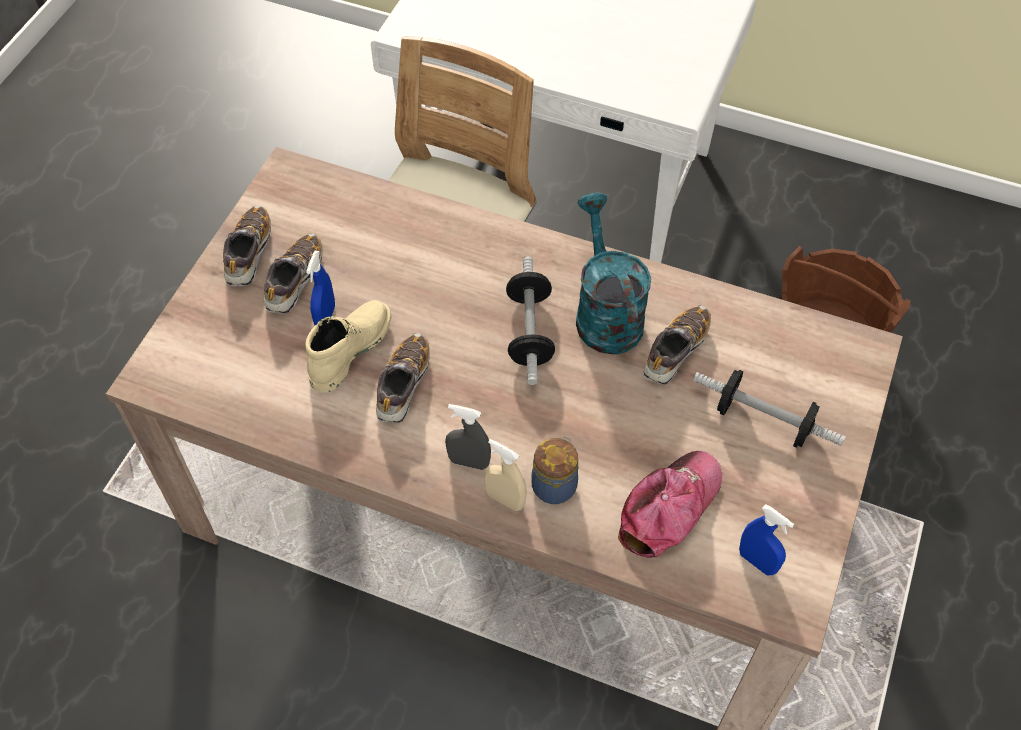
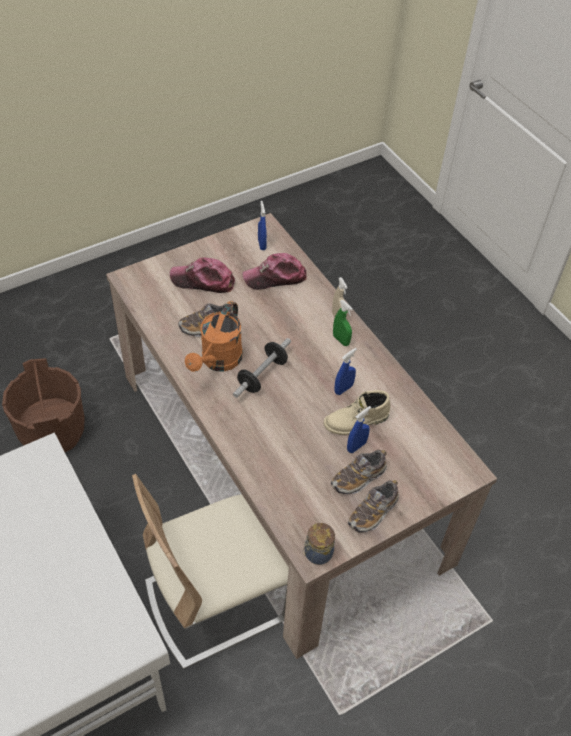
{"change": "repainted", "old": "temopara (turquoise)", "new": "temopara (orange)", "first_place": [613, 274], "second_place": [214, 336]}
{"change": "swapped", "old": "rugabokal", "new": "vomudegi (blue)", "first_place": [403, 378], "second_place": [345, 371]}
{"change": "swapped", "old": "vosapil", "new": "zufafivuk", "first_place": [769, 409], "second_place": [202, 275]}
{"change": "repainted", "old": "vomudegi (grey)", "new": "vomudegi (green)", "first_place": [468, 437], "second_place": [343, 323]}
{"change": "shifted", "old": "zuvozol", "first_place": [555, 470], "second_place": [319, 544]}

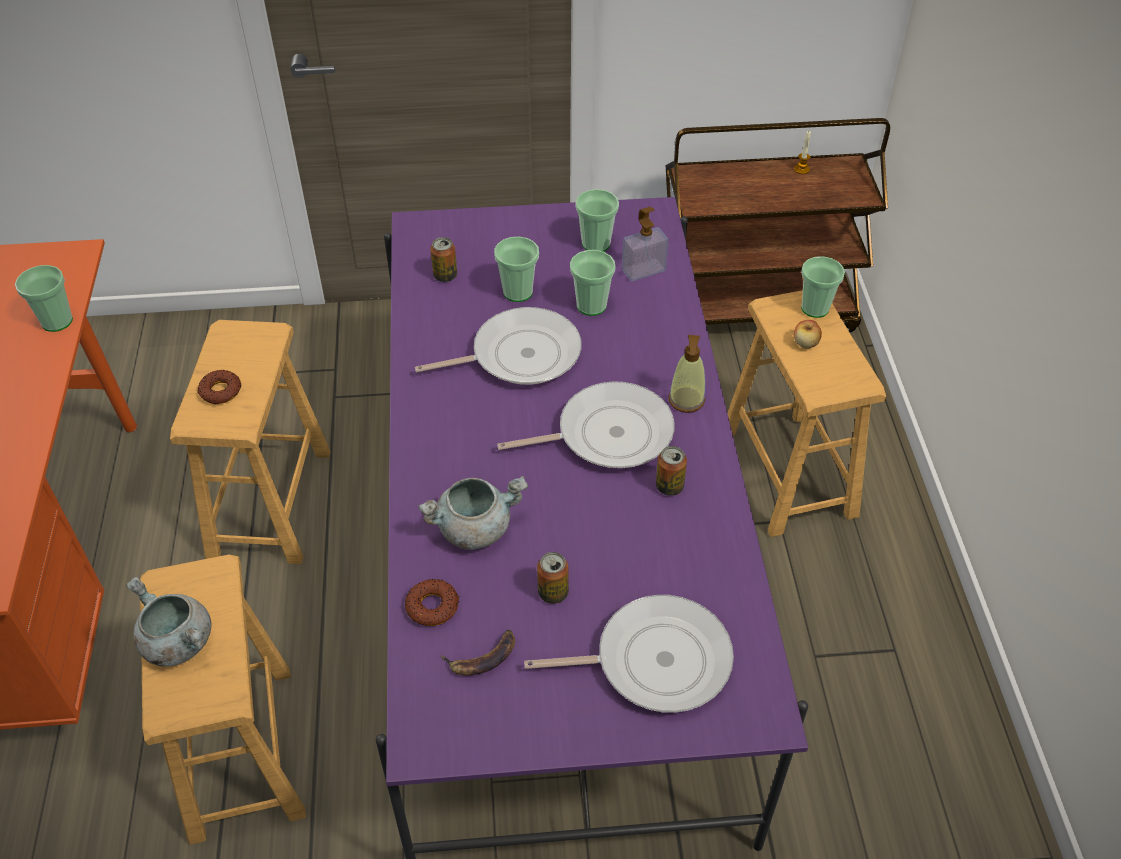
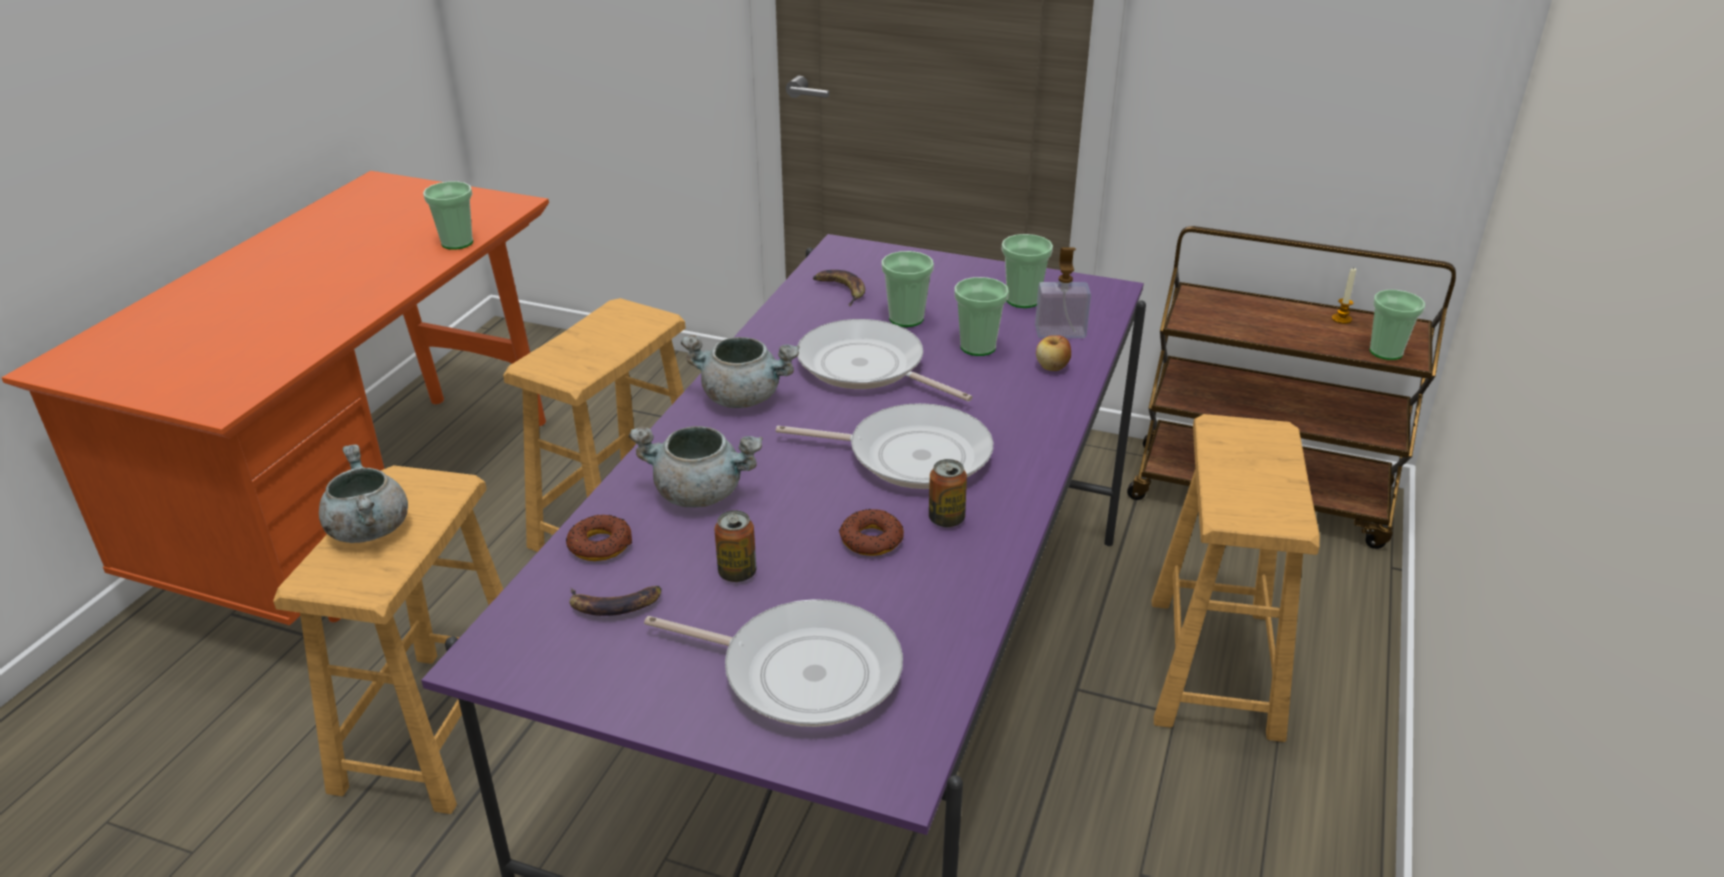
{"change": "swapped", "old": "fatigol", "new": "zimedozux", "first_place": [443, 259], "second_place": [839, 288]}
{"change": "shifted", "old": "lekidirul", "first_place": [823, 287], "second_place": [1397, 325]}
{"change": "rotated", "old": "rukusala", "first_place": [498, 346], "second_place": [884, 360], "degrees": -150}
{"change": "shifted", "old": "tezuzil", "first_place": [808, 334], "second_place": [1053, 353]}
{"change": "gone", "old": "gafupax", "first_place": [686, 374]}
{"change": "shifted", "old": "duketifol", "first_place": [219, 387], "second_place": [871, 532]}
{"change": "new", "new": "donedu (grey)", "second_place": [740, 371]}

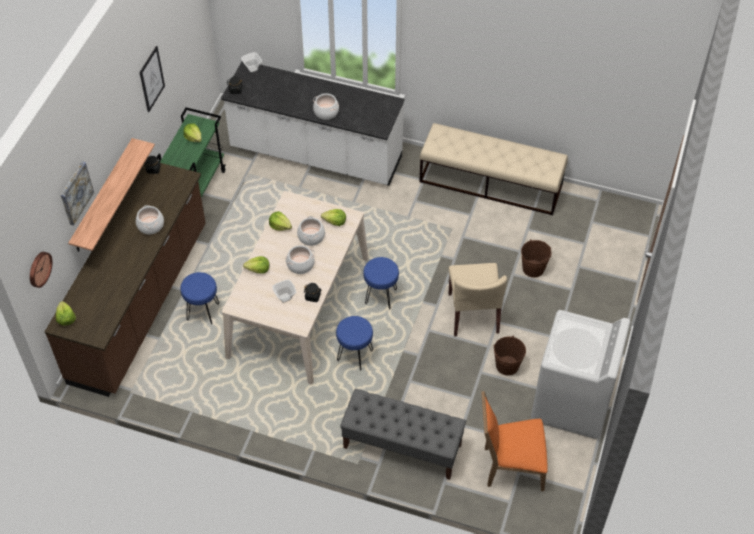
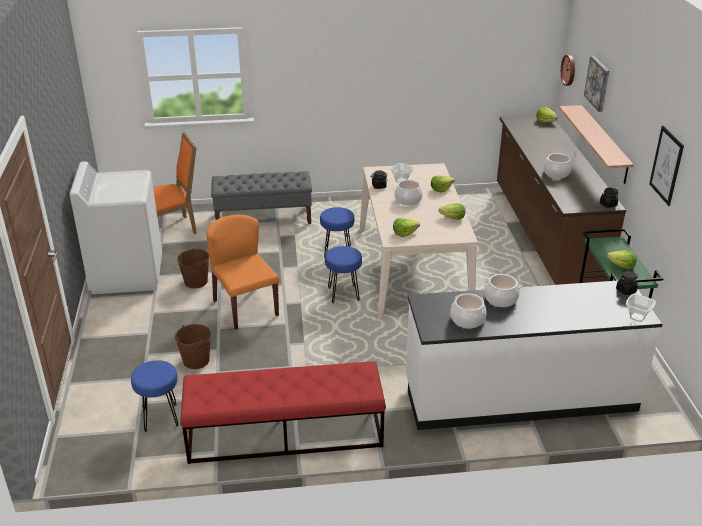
{"change": "repainted", "old": "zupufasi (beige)", "new": "zupufasi (red)", "first_place": [493, 169], "second_place": [283, 412]}
{"change": "shifted", "old": "donedu", "first_place": [311, 231], "second_place": [468, 310]}
{"change": "repainted", "old": "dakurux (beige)", "new": "dakurux (orange)", "first_place": [478, 299], "second_place": [242, 272]}
{"change": "shifted", "old": "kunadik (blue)", "first_place": [199, 298], "second_place": [155, 396]}

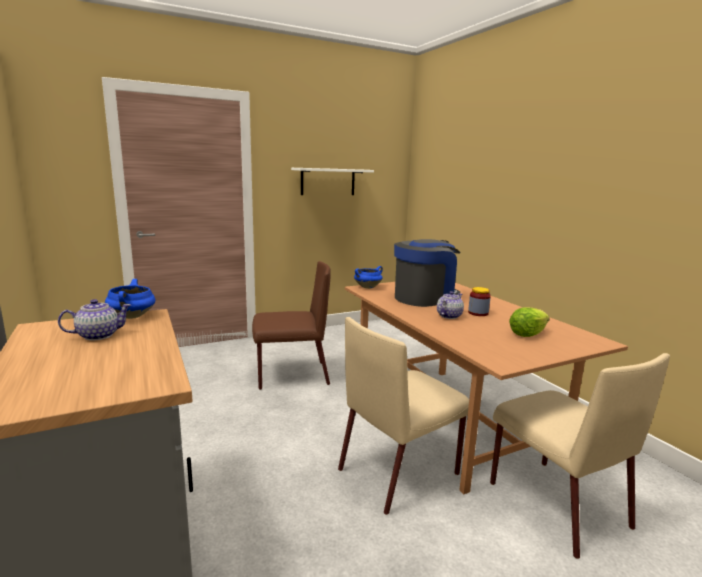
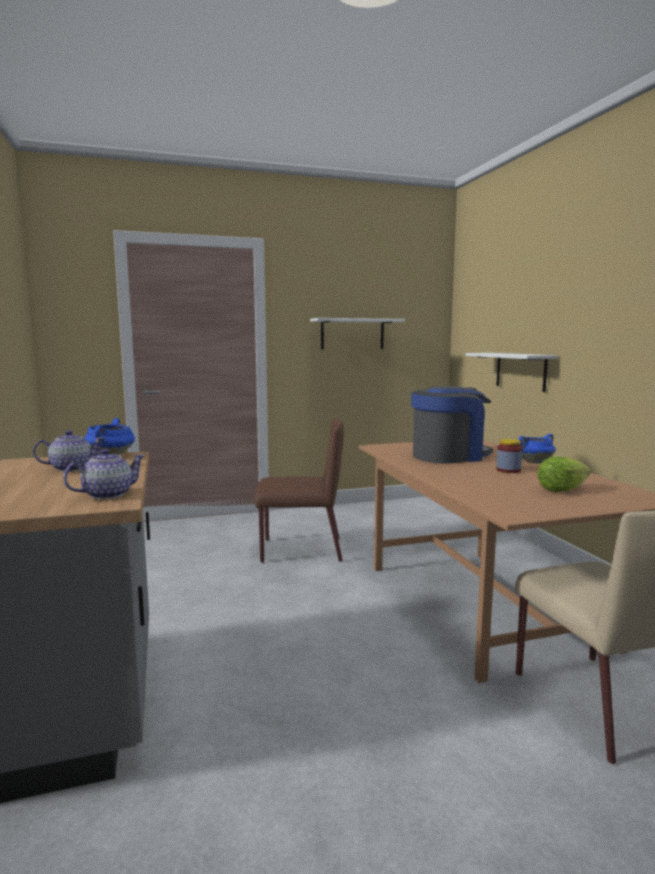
{"change": "shifted", "old": "donedu (blue)", "first_place": [368, 277], "second_place": [537, 449]}
{"change": "shifted", "old": "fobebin", "first_place": [450, 305], "second_place": [104, 474]}
{"change": "gone", "old": "dakurux (beige)", "first_place": [403, 416]}
{"change": "new", "new": "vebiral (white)", "second_place": [512, 372]}

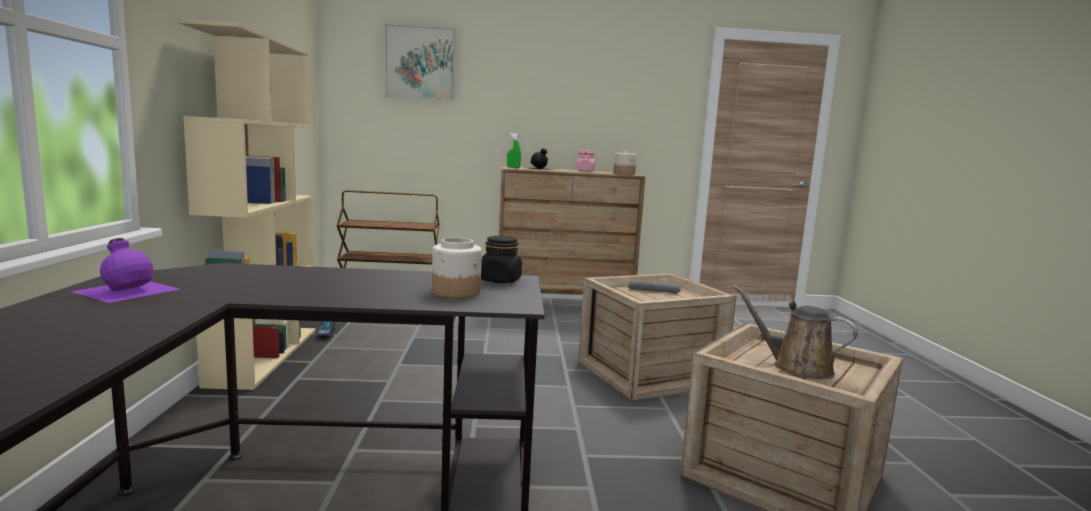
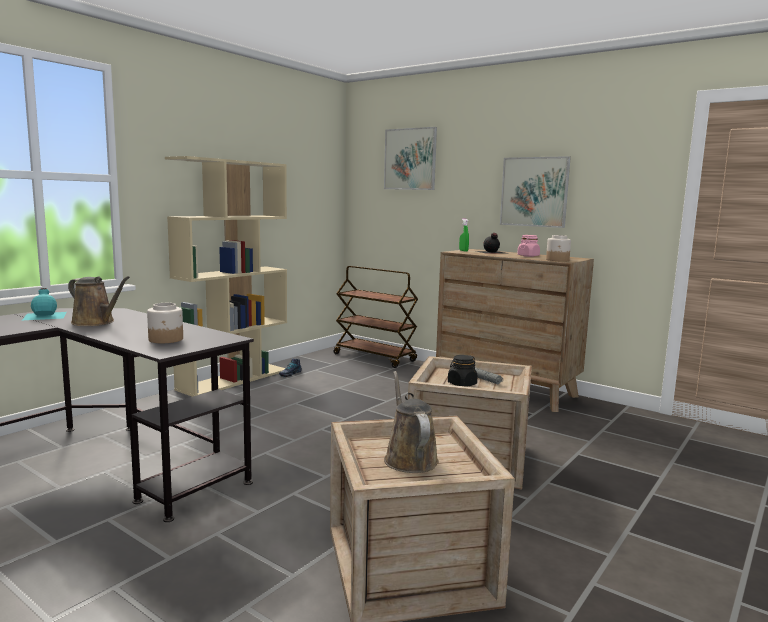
{"change": "shifted", "old": "zuvozol (black)", "first_place": [501, 259], "second_place": [463, 371]}
{"change": "repainted", "old": "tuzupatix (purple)", "new": "tuzupatix (turquoise)", "first_place": [124, 270], "second_place": [45, 304]}
{"change": "new", "new": "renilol", "second_place": [535, 192]}
{"change": "new", "new": "temopara (brown)", "second_place": [99, 301]}

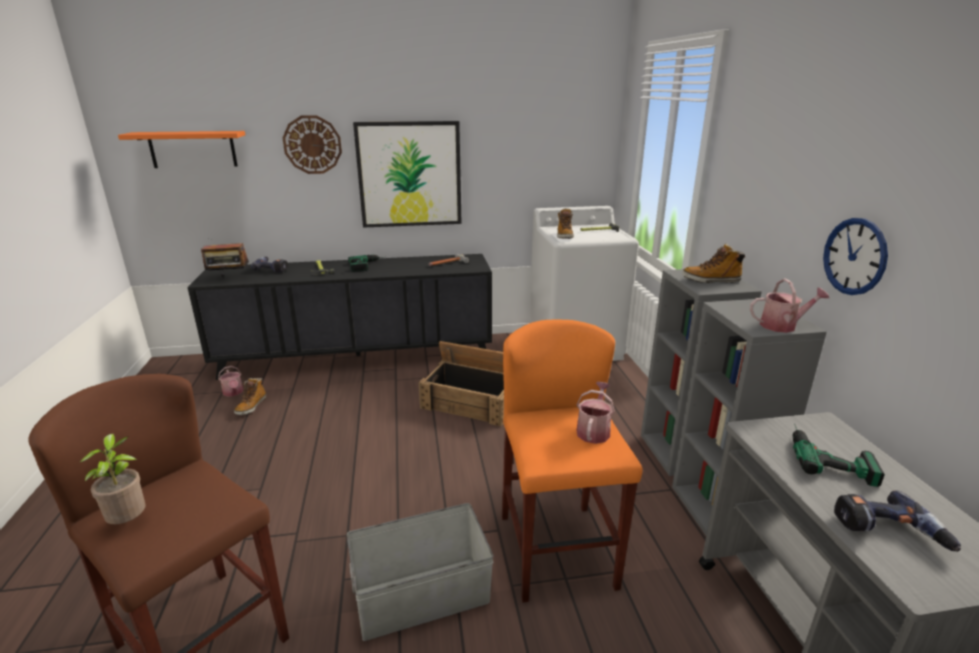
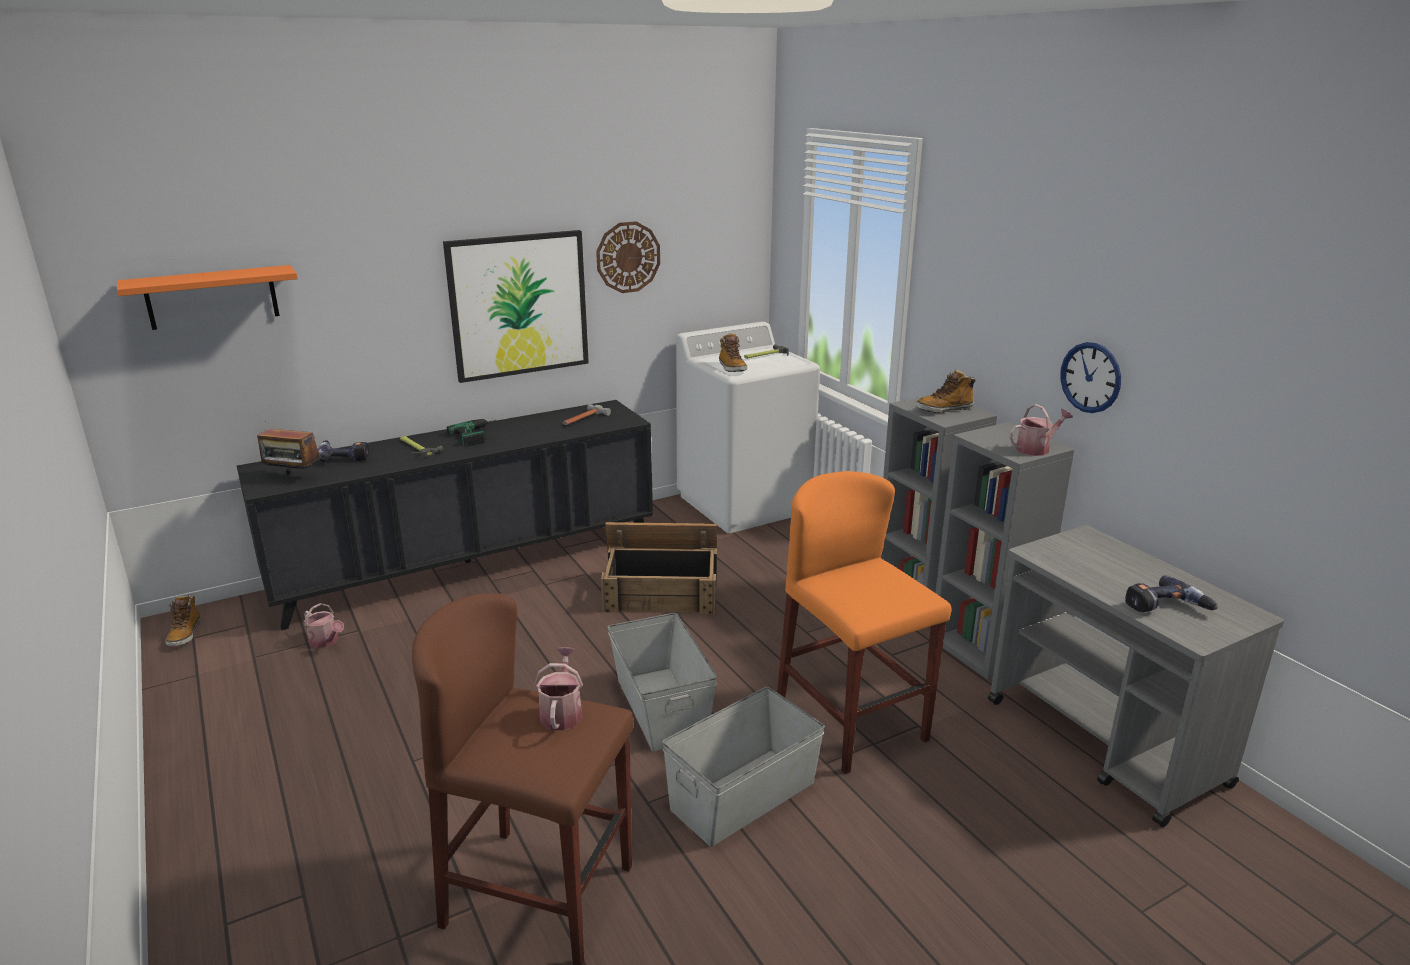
{"change": "shifted", "old": "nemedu", "first_place": [312, 144], "second_place": [628, 257]}
{"change": "rotated", "old": "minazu", "first_place": [225, 257], "second_place": [289, 448], "degrees": 45}
{"change": "shifted", "old": "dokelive", "first_place": [250, 396], "second_place": [183, 620]}
{"change": "shifted", "old": "temopara", "first_place": [596, 413], "second_place": [558, 688]}
{"change": "gone", "old": "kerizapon", "first_place": [838, 455]}
{"change": "gone", "old": "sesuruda", "first_place": [113, 479]}
{"change": "new", "new": "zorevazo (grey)", "second_place": [662, 682]}

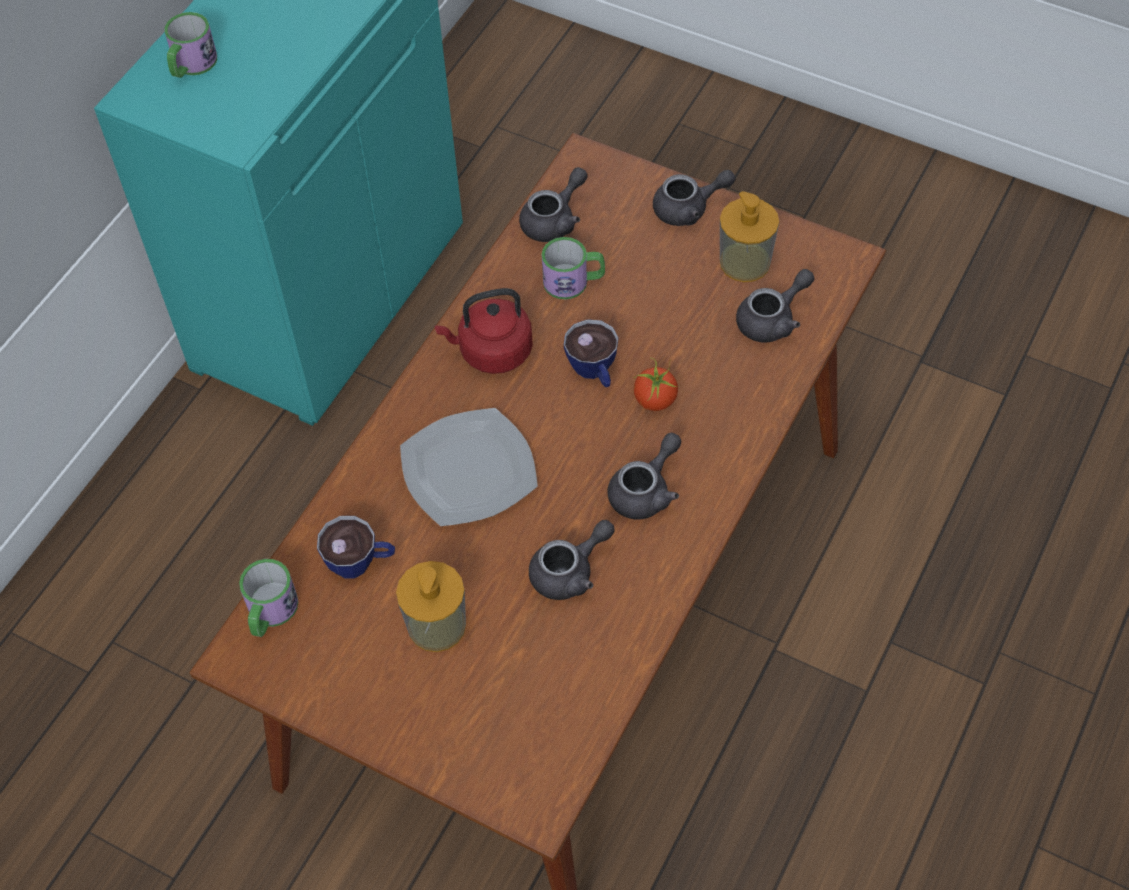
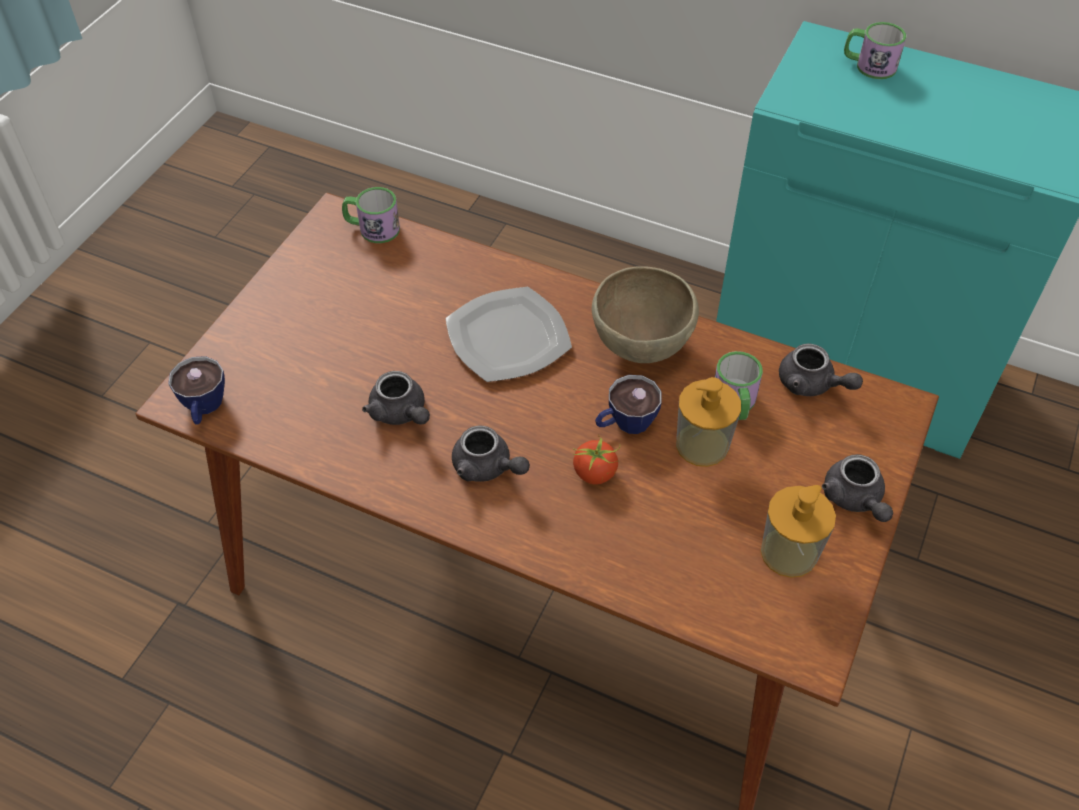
{"change": "gone", "old": "fobebin (grey)", "first_place": [775, 305]}
{"change": "swapped", "old": "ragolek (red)", "new": "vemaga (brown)", "first_place": [484, 331], "second_place": [645, 314]}
{"change": "shifted", "old": "lekidirul", "first_place": [356, 547], "second_place": [196, 390]}
{"change": "shifted", "old": "gafupax", "first_place": [431, 606], "second_place": [708, 422]}

